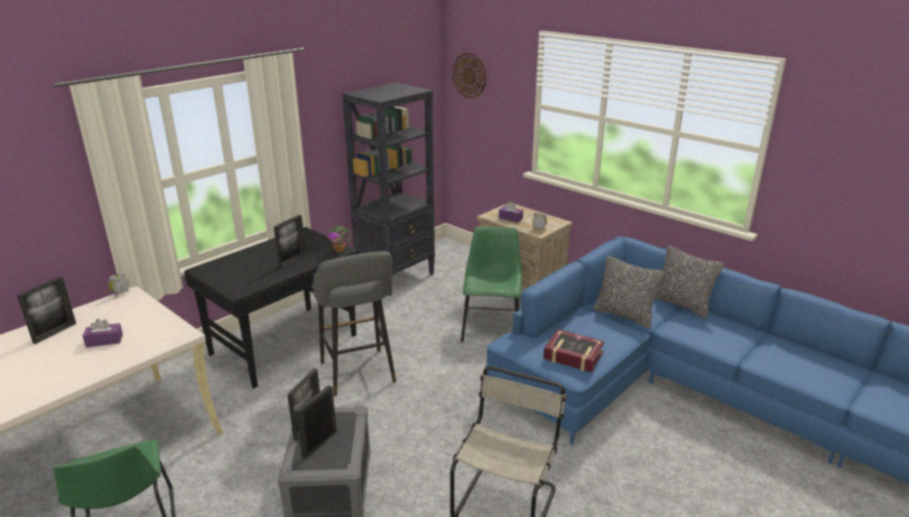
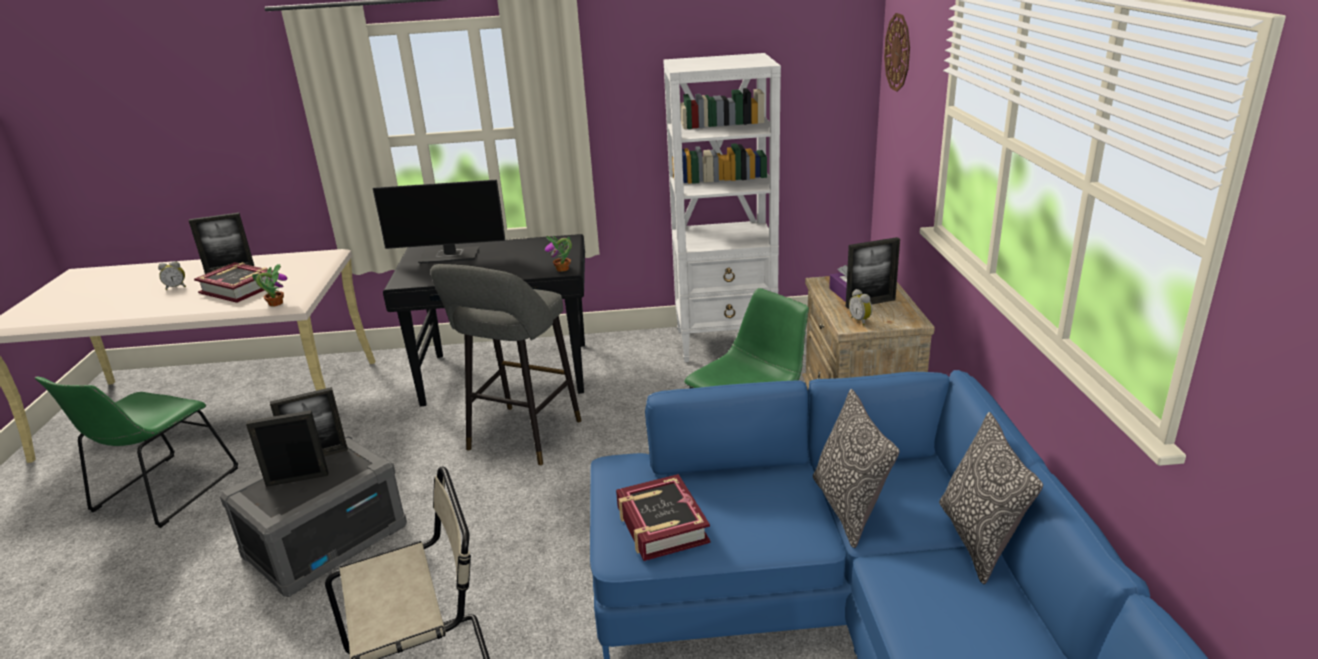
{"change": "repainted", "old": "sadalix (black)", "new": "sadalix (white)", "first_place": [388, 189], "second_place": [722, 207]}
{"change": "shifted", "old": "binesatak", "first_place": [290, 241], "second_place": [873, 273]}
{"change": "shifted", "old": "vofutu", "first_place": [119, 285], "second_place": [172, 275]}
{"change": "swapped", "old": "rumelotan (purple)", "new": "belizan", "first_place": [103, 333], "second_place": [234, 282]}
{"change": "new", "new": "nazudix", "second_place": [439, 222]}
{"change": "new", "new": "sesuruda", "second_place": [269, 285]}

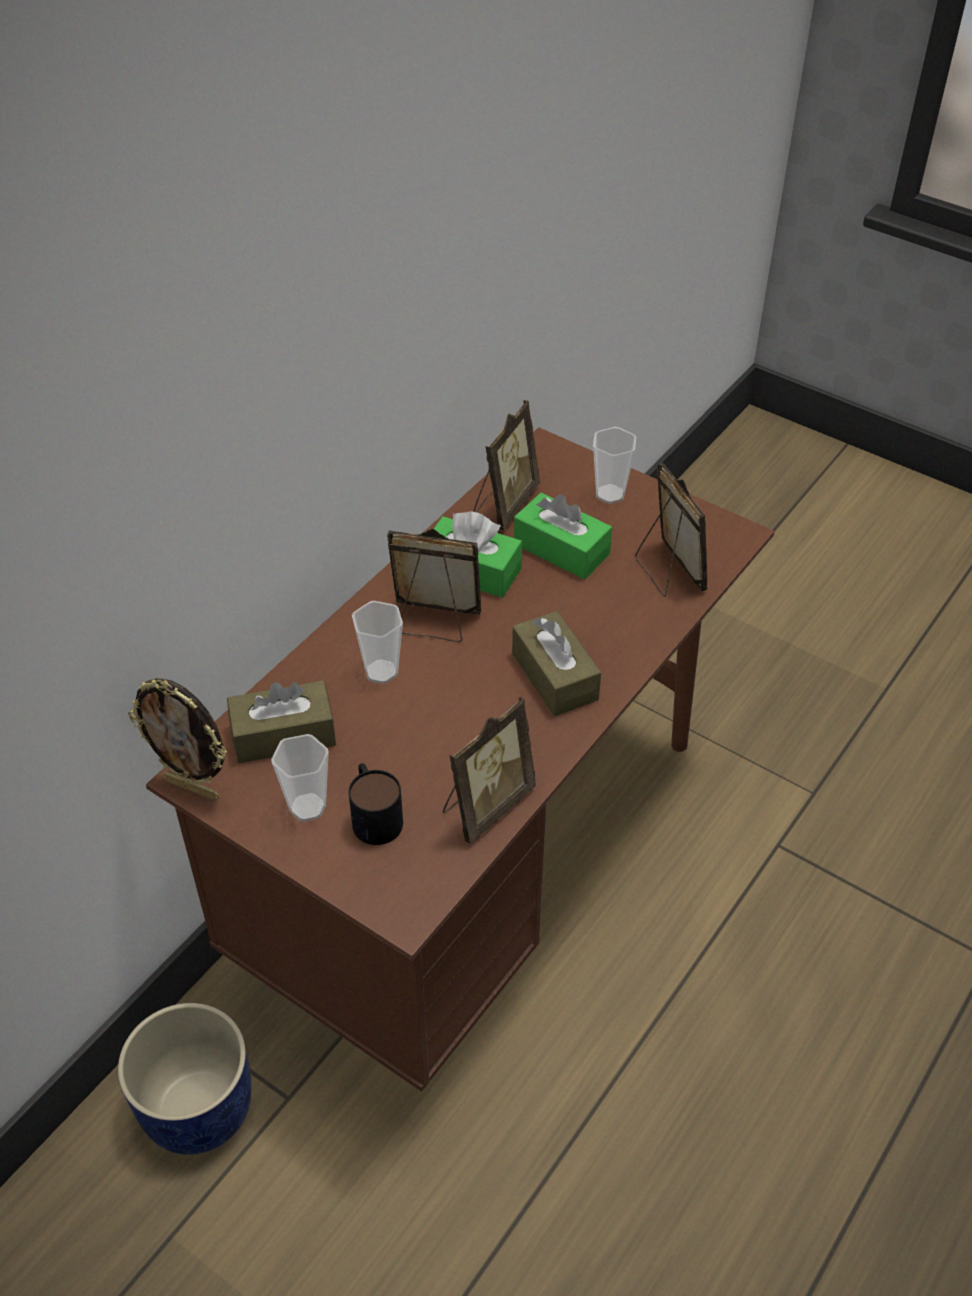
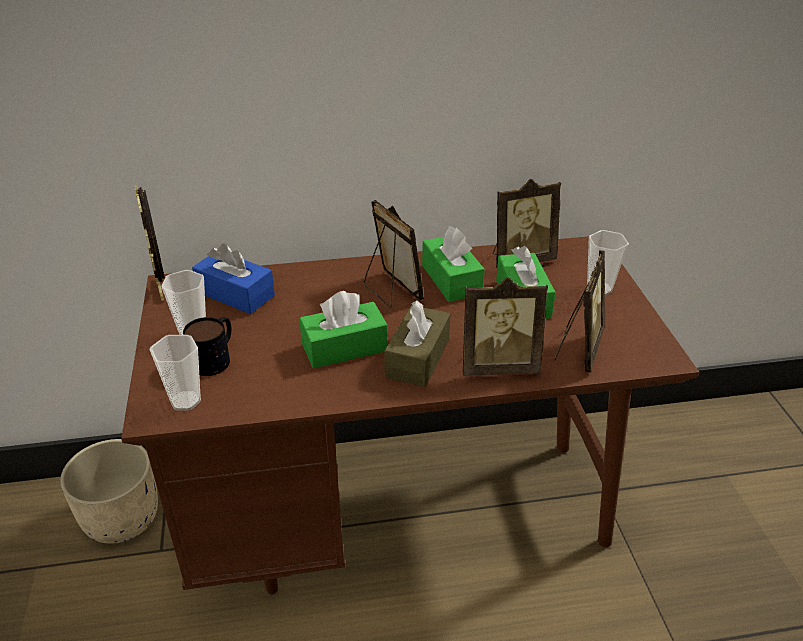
{"change": "shifted", "old": "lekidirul", "first_place": [377, 642], "second_place": [175, 373]}
{"change": "repainted", "old": "rumelotan (brown)", "new": "rumelotan (blue)", "first_place": [281, 721], "second_place": [233, 278]}
{"change": "shifted", "old": "binesatak", "first_place": [489, 770], "second_place": [505, 326]}
{"change": "repainted", "old": "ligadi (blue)", "new": "ligadi (beige)", "first_place": [184, 1079], "second_place": [109, 491]}
{"change": "new", "new": "rumelotan (green)", "second_place": [344, 329]}

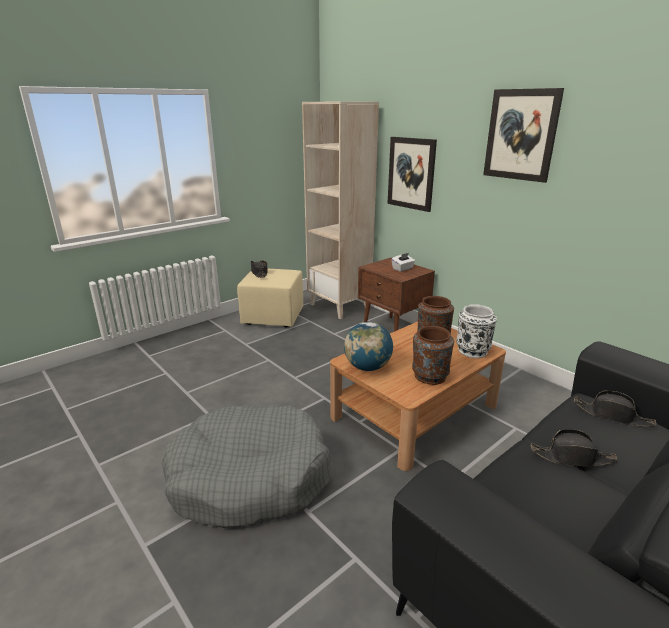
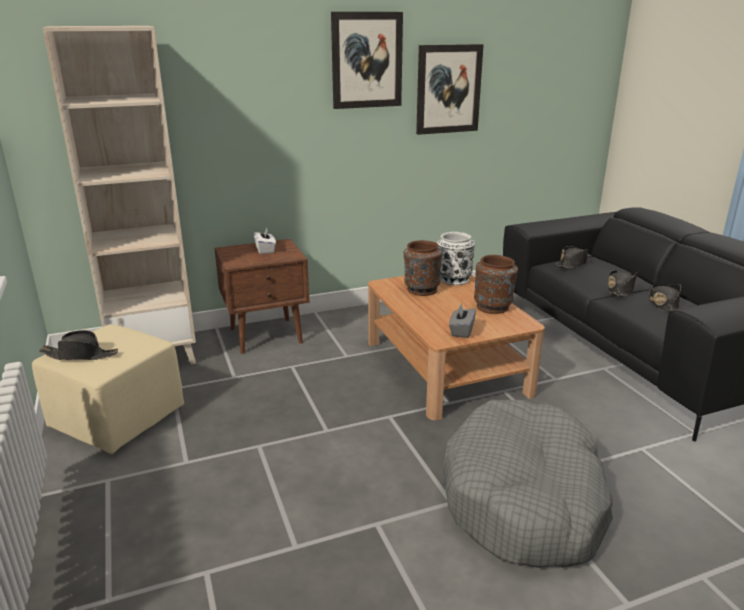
{"change": "shifted", "old": "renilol", "first_place": [412, 174], "second_place": [450, 89]}
{"change": "swapped", "old": "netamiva", "new": "rumelotan (grey)", "first_place": [368, 346], "second_place": [462, 320]}
{"change": "new", "new": "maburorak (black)", "second_place": [665, 298]}

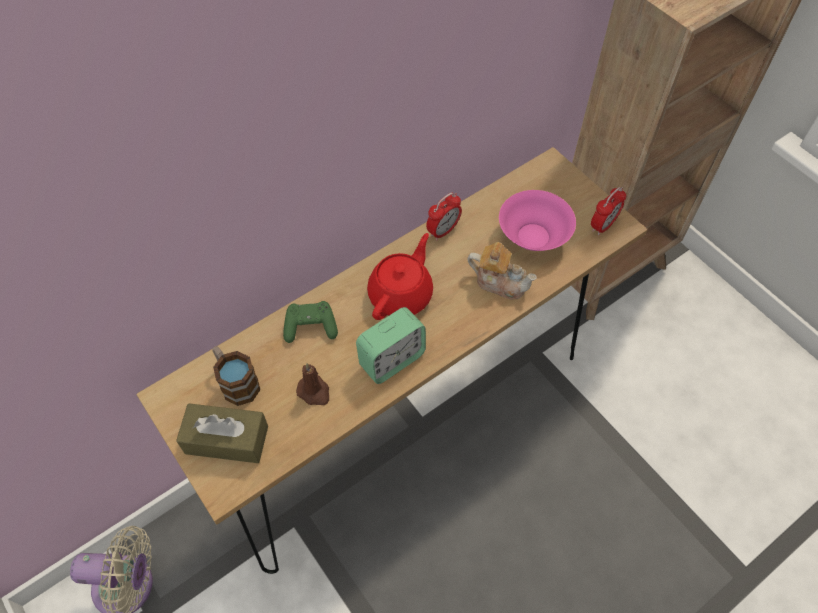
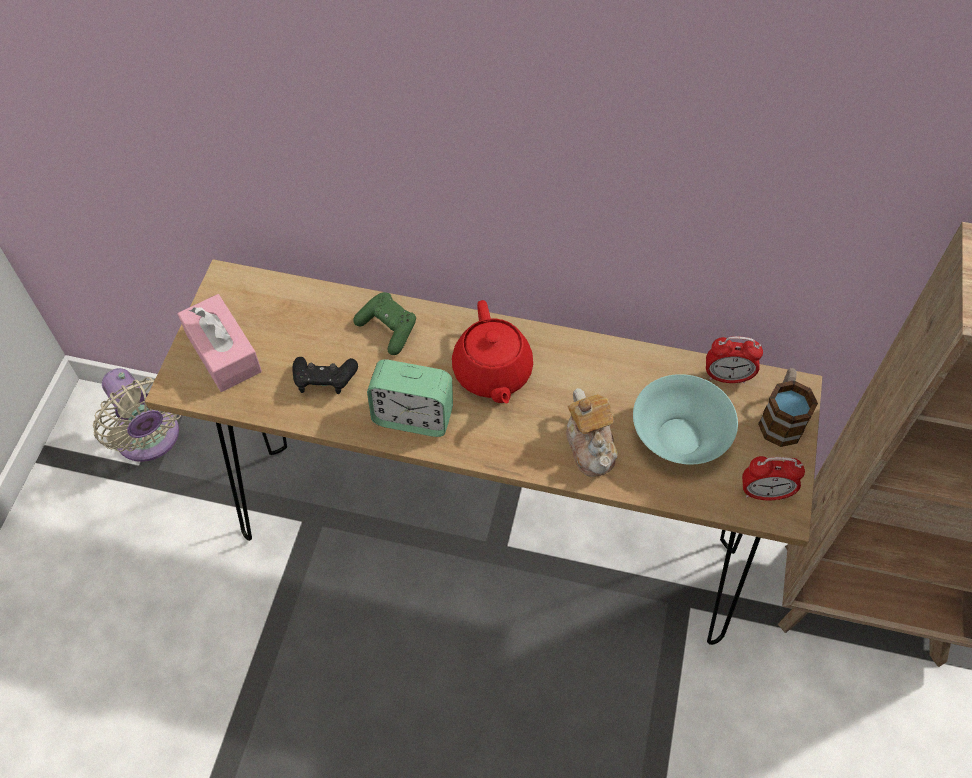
{"change": "repainted", "old": "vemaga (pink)", "new": "vemaga (turquoise)", "first_place": [537, 220], "second_place": [685, 419]}
{"change": "shifted", "old": "vofutu", "first_place": [444, 217], "second_place": [734, 359]}
{"change": "rotated", "old": "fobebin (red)", "first_place": [400, 276], "second_place": [492, 352], "degrees": 90}
{"change": "shifted", "old": "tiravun", "first_place": [236, 376], "second_place": [788, 407]}
{"change": "swapped", "old": "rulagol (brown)", "new": "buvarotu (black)", "first_place": [312, 384], "second_place": [325, 375]}
{"change": "repainted", "old": "rumelotan (brown)", "new": "rumelotan (pink)", "first_place": [222, 433], "second_place": [220, 343]}

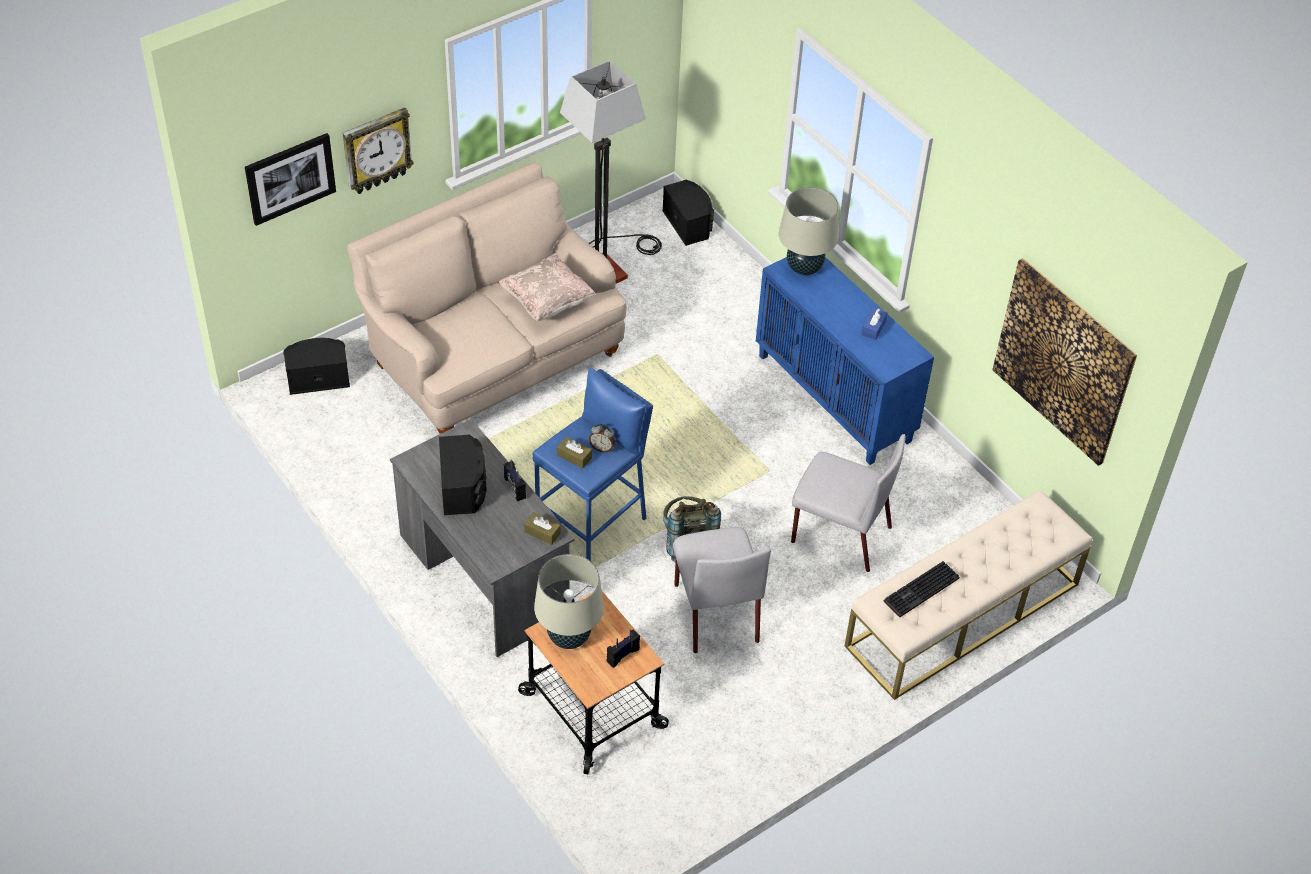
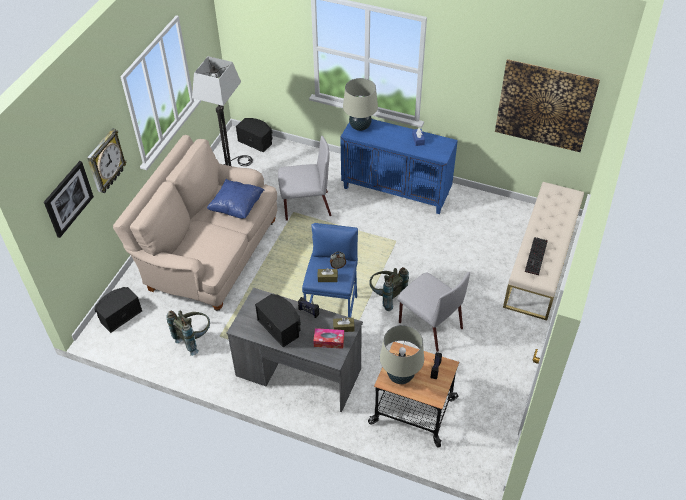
{"change": "repainted", "old": "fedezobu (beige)", "new": "fedezobu (blue)", "first_place": [547, 287], "second_place": [235, 199]}
{"change": "shifted", "old": "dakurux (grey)", "first_place": [848, 503], "second_place": [305, 178]}
{"change": "new", "new": "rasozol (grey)", "second_place": [188, 333]}
{"change": "new", "new": "rumelotan", "second_place": [328, 338]}

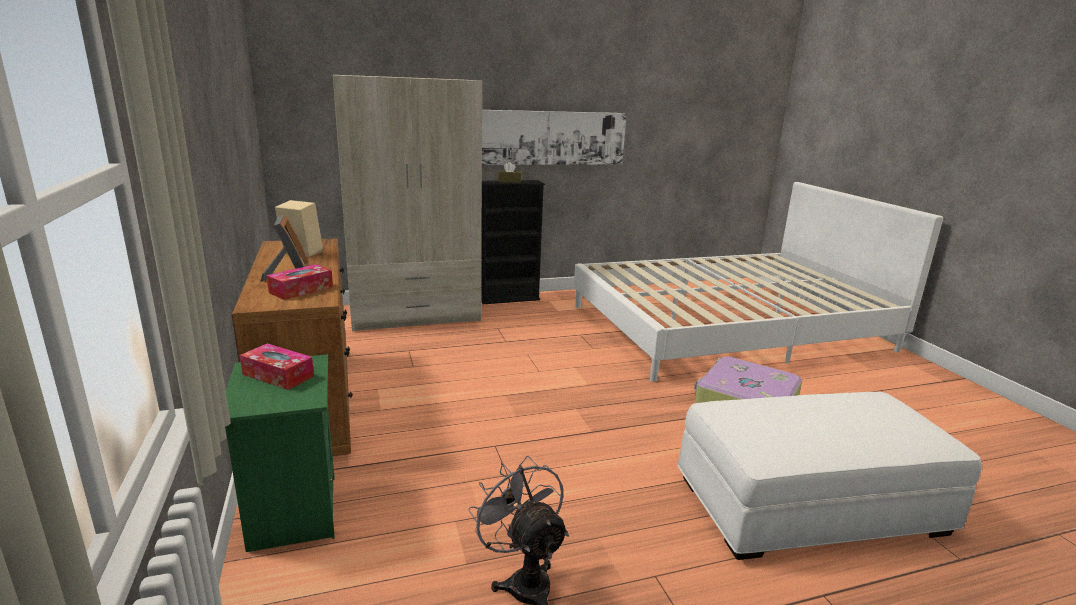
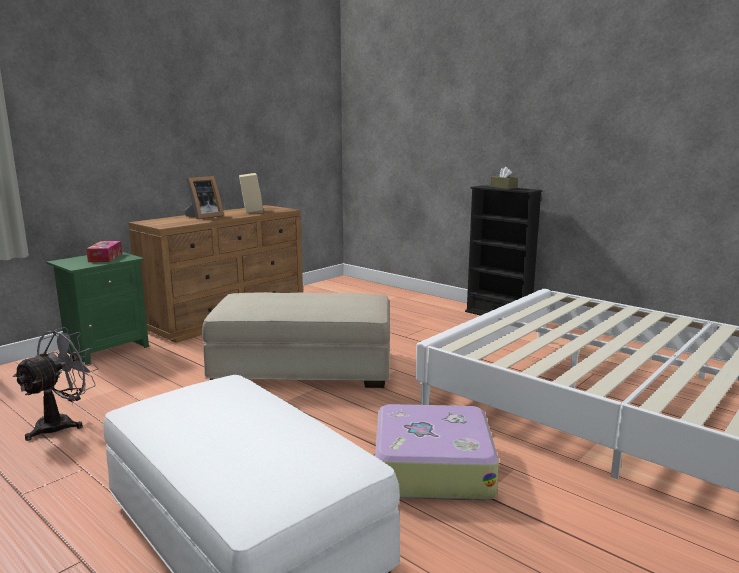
{"change": "gone", "old": "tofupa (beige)", "first_place": [407, 203]}
{"change": "gone", "old": "renilol", "first_place": [554, 137]}
{"change": "gone", "old": "rumelotan", "first_place": [300, 282]}
{"change": "new", "new": "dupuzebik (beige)", "second_place": [296, 340]}

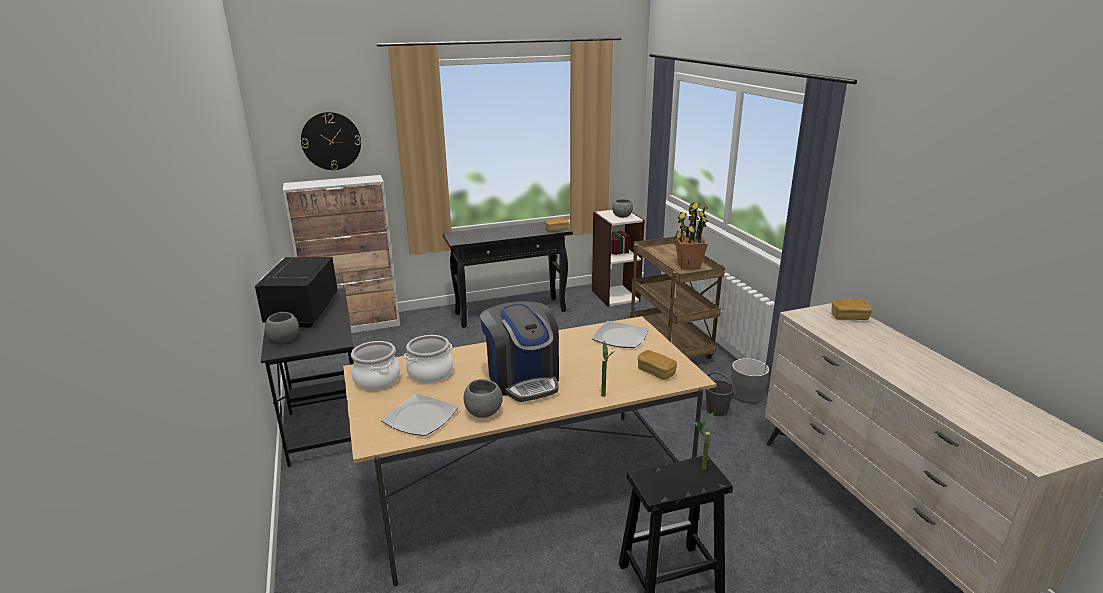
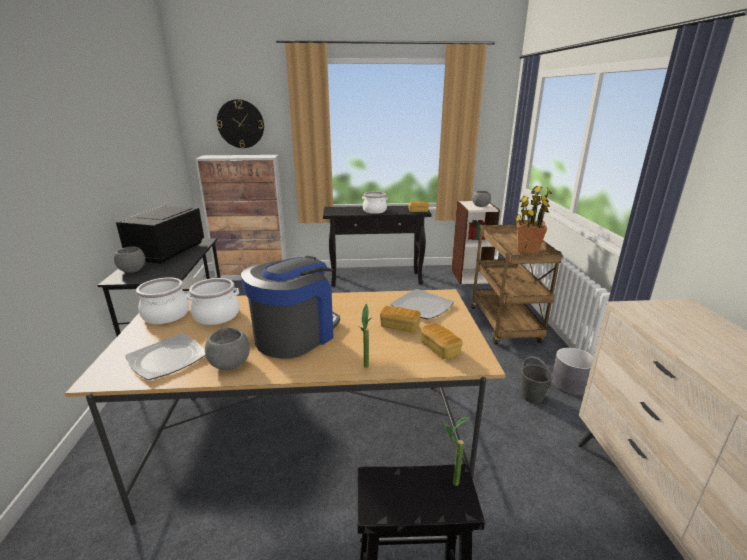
{"change": "shifted", "old": "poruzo", "first_place": [851, 310], "second_place": [400, 319]}
{"change": "rotated", "old": "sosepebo", "first_place": [519, 351], "second_place": [290, 307], "degrees": -135}
{"change": "new", "new": "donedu", "second_place": [375, 203]}

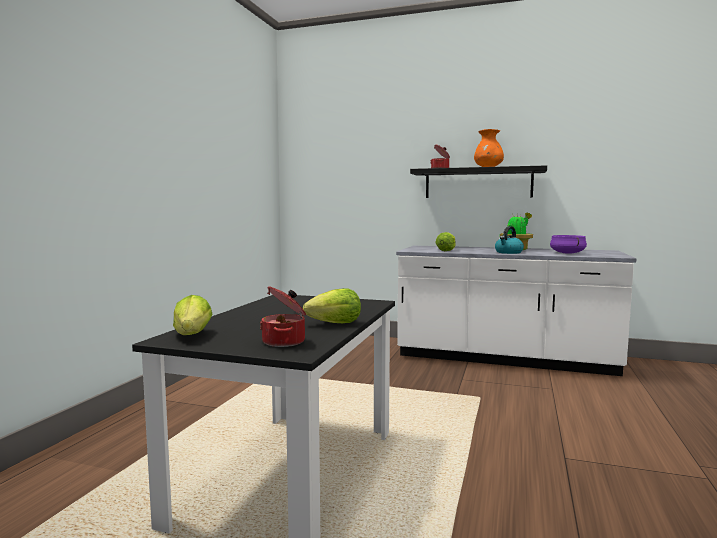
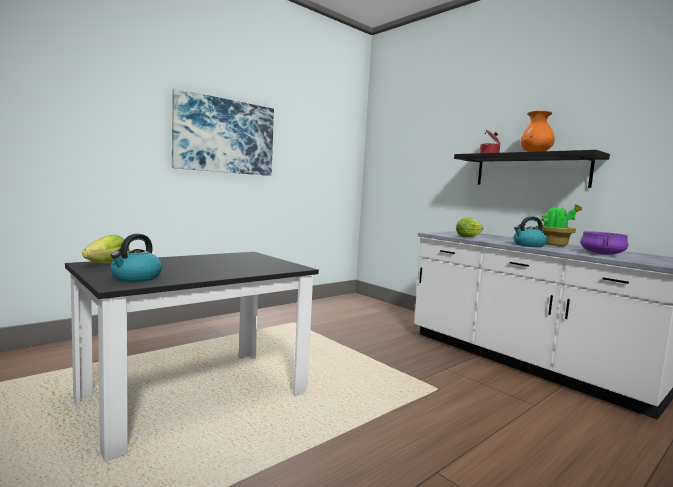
{"change": "swapped", "old": "donedu", "new": "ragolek", "first_place": [283, 316], "second_place": [136, 258]}
{"change": "gone", "old": "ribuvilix", "first_place": [332, 305]}
{"change": "new", "new": "renilol", "second_place": [223, 132]}

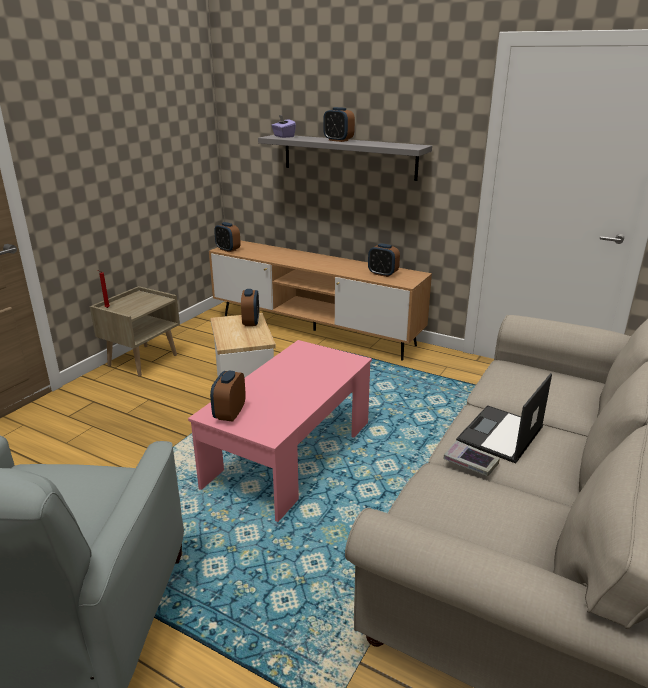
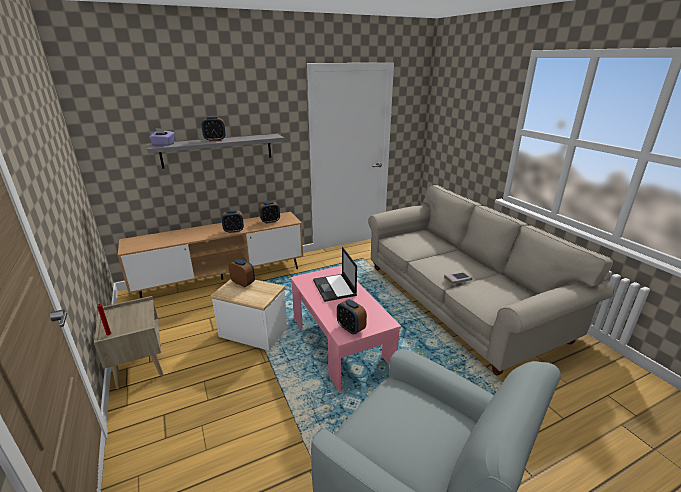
{"change": "shifted", "old": "vofutu", "first_place": [227, 237], "second_place": [233, 221]}
{"change": "shifted", "old": "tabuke", "first_place": [504, 418], "second_place": [335, 274]}

